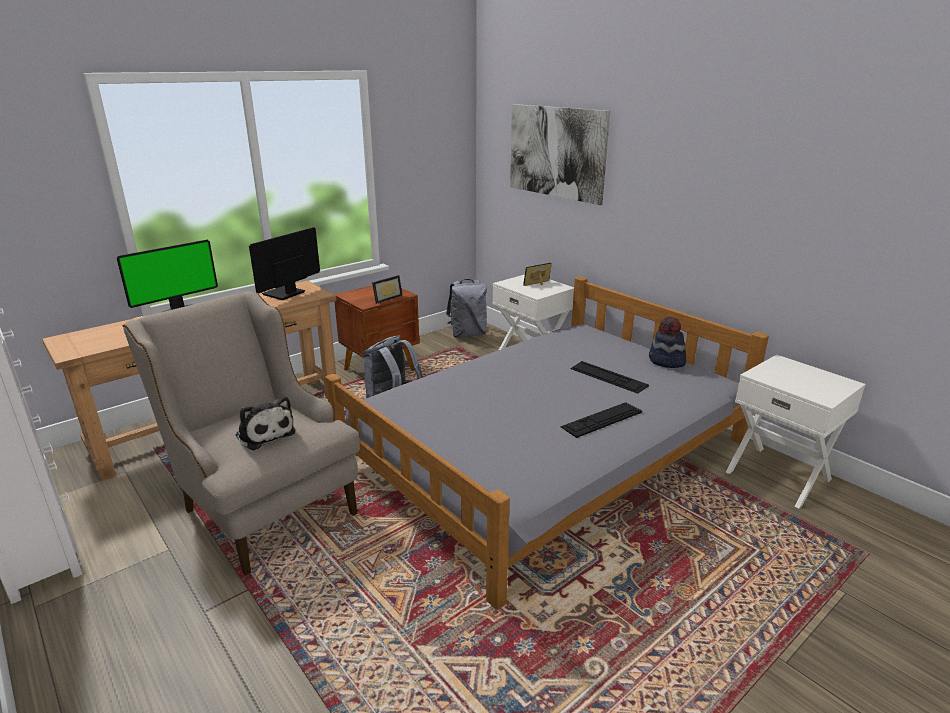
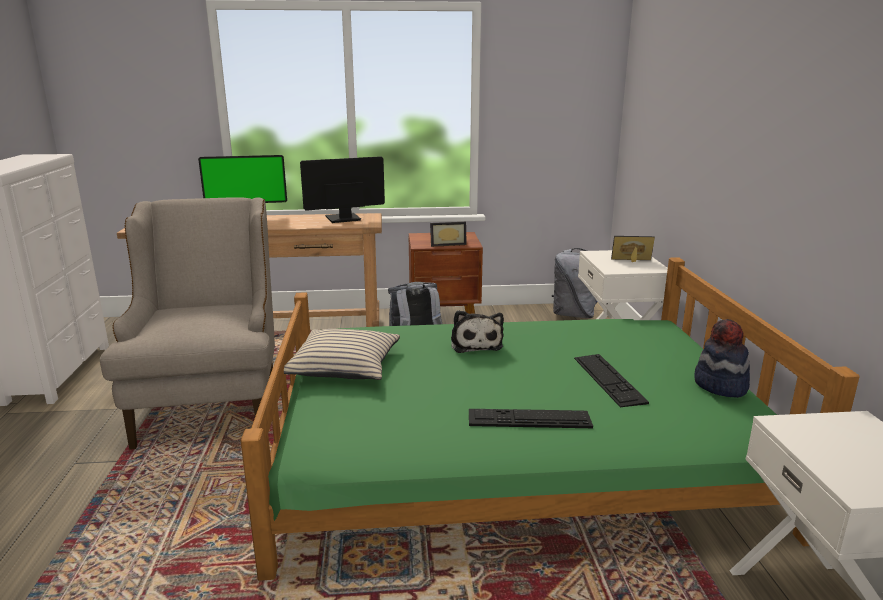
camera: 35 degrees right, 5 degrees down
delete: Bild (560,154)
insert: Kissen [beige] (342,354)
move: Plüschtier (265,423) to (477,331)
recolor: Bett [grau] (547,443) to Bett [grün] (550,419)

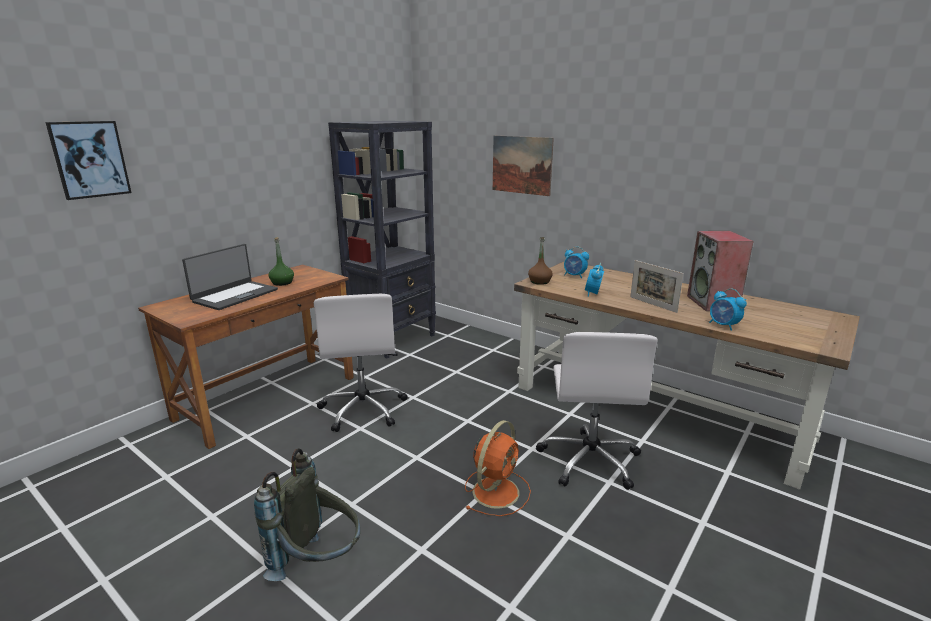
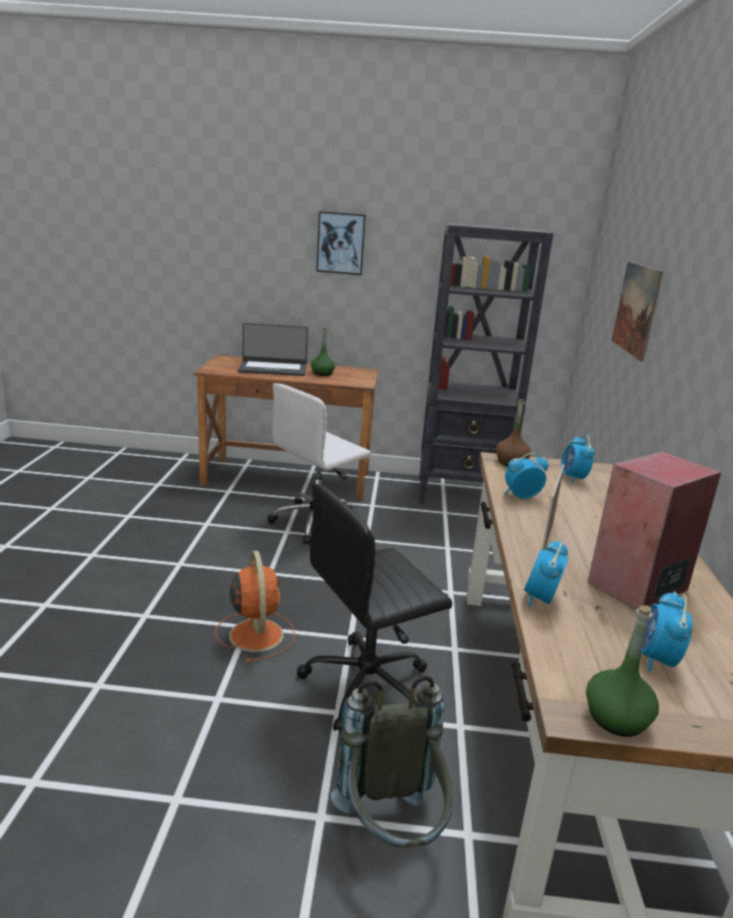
camera: 55 degrees right, 0 degrees up
insert: Wecker (666,631); Flasche [grün] (622,671)
move: Bild (88,160) to (341,243); Rucksack [grau] (307,514) to (392,761)
recolor: Bürostuhl [weiß] (597,411) to Bürostuhl [schwarz] (374,608)
rotate: Ventilator [orange] (498,468) = (255,607) 105 degrees counterclockwise

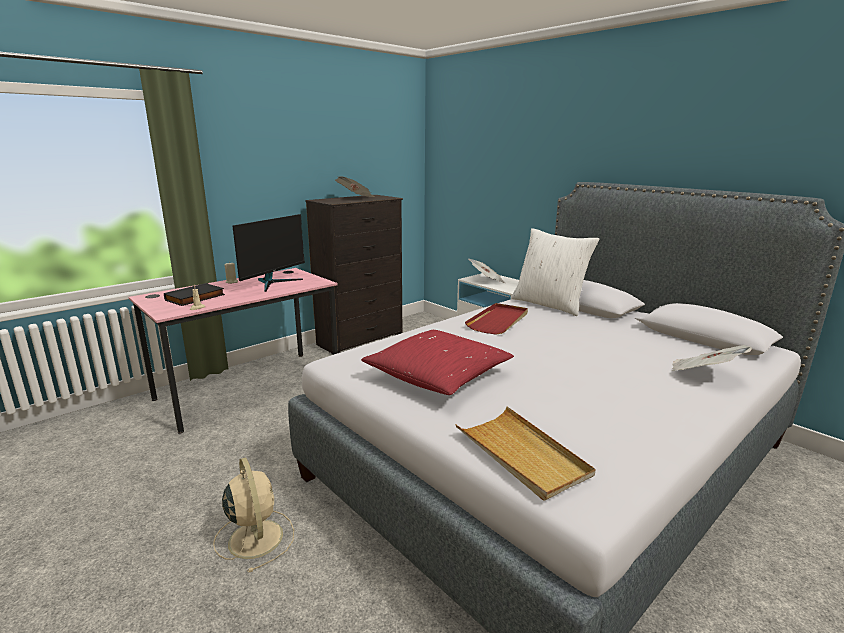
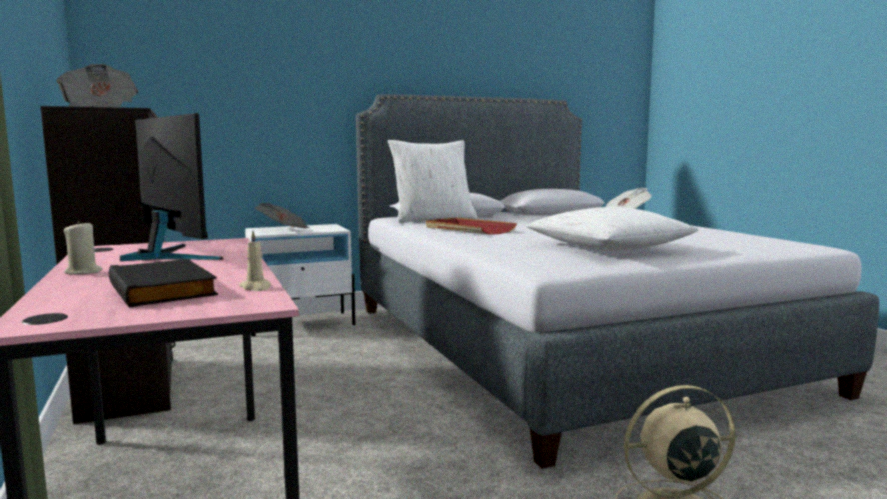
camera: 70 degrees left, 10 degrees down
delete: Tablett [beige] (525,454)
recolor: Kissen [rot] (437,362) to Kissen [weiß] (612,229)

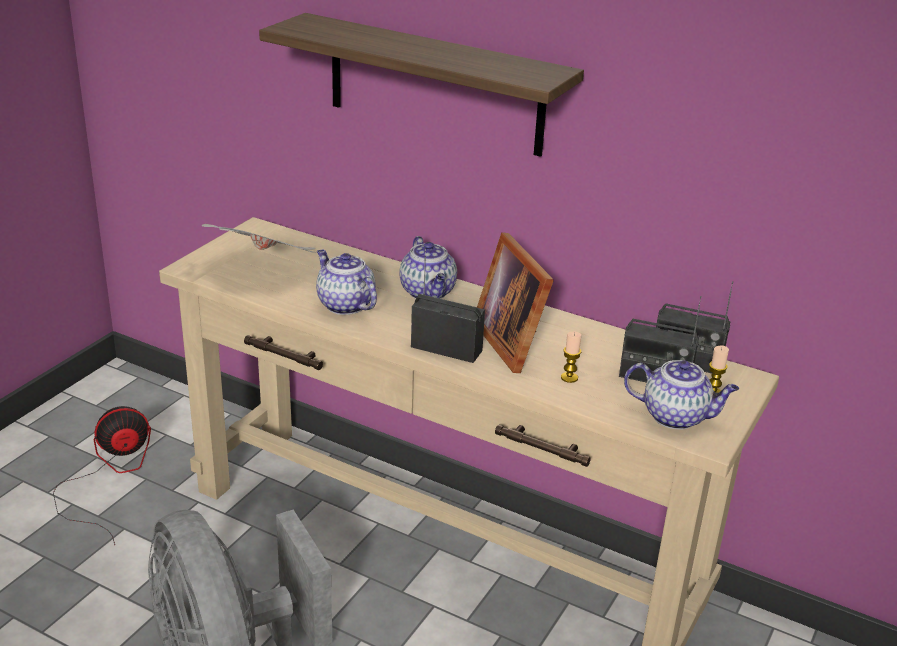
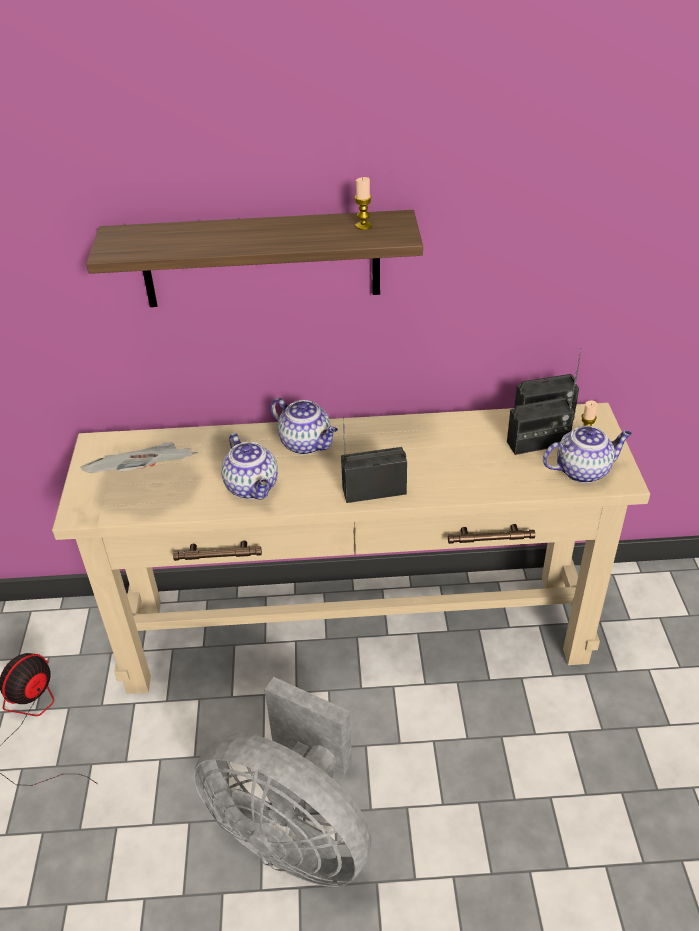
camera: 30 degrees left, 10 degrees up
delete: Bilderrahmen (515,302)
move: Kerze (571,357) to (363,203)
rotate: Teekanne (346,282) = (249,466) 135 degrees counterclockwise

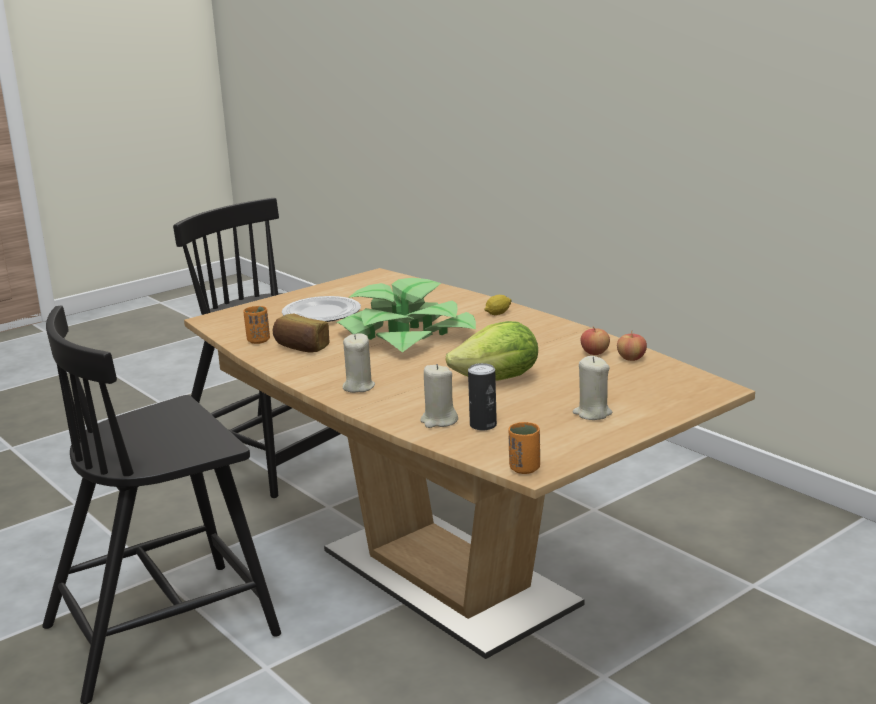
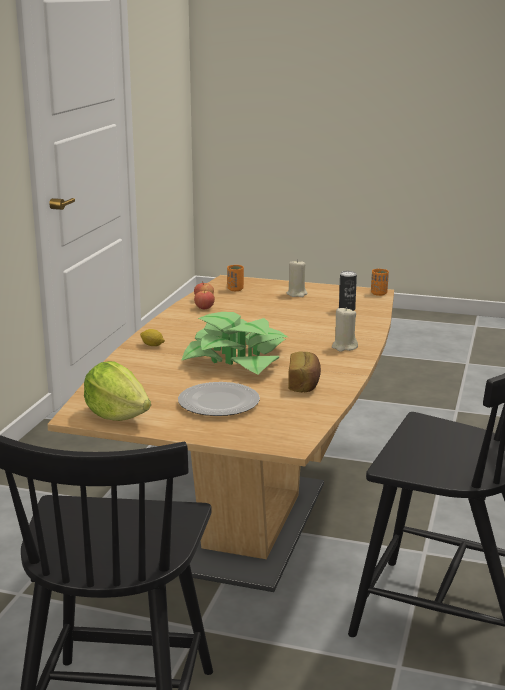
camera: 125 degrees left, 0 degrees up
delete: Kerze [beige] (439,396)
move: Tasse [orange] (256,325) to (235,278); Salatkopf (491,351) to (117,391)

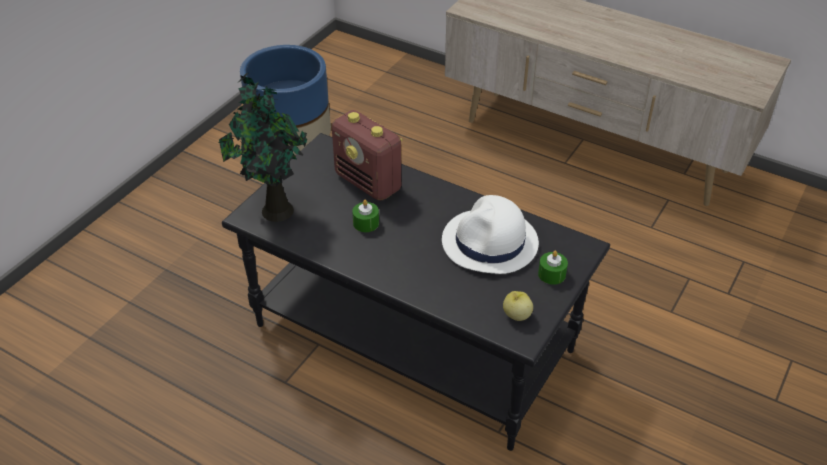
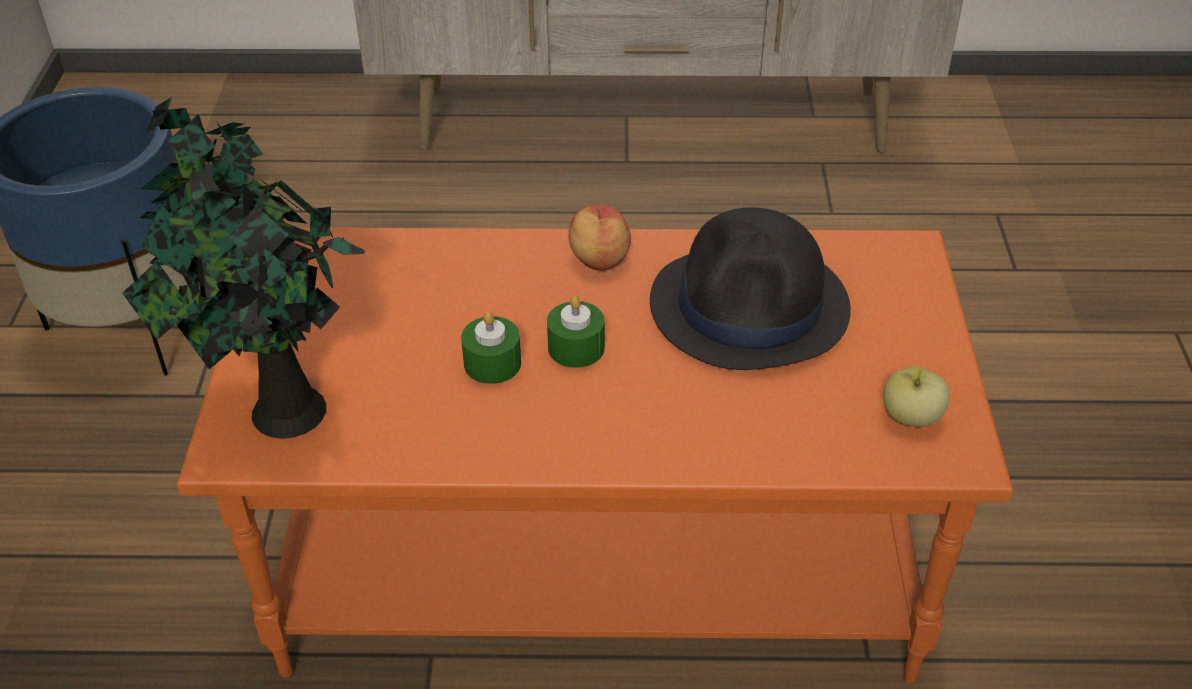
camera: 30 degrees left, 0 degrees up
delete: Radio (367,155)
insert: Apfel (599,237)
move: Kerze [grün] (553,268) to (576,332)
recolor: Couchtisch [schwarz] (416,292) to Couchtisch [orange] (595,455); Hut [weiß] (490,234) to Hut [schwarz] (750,288)

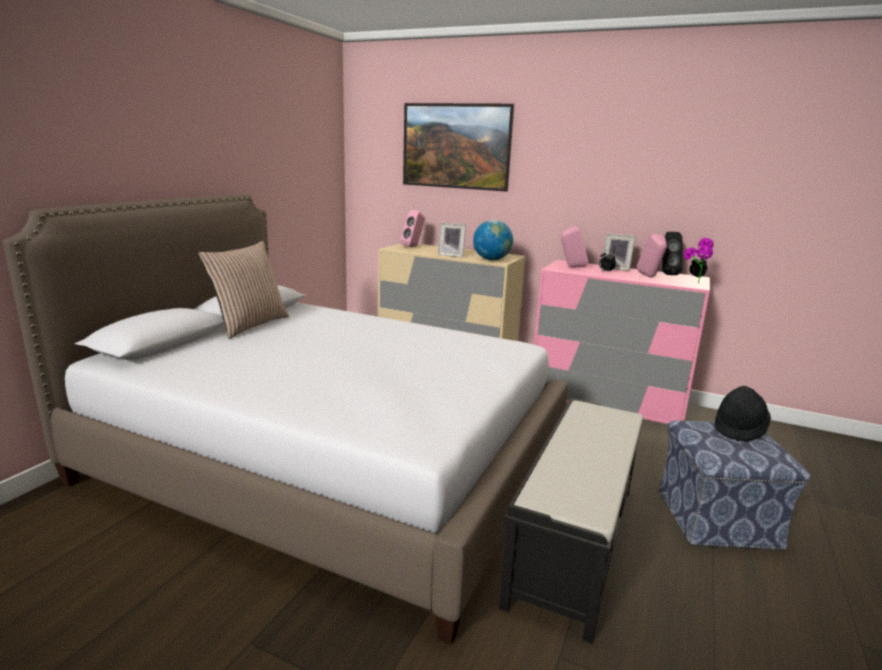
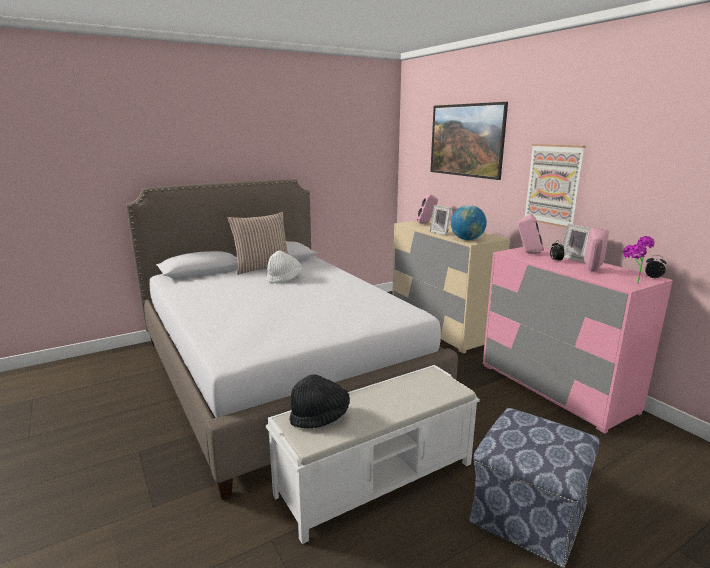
camera: 35 degrees right, 0 degrees up
delete: Lautsprecher [schwarz] (672,253)
insert: Bild (555,186); Hut [weiß] (284,267)
move: Hut [schwarz] (742,413) to (319,401)
recolor: Bank [schwarz] (571,520) to Bank [weiß] (373,454)

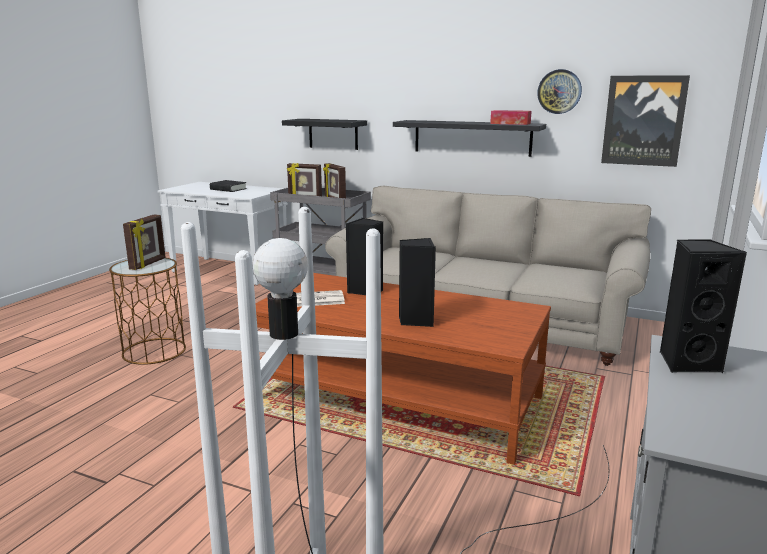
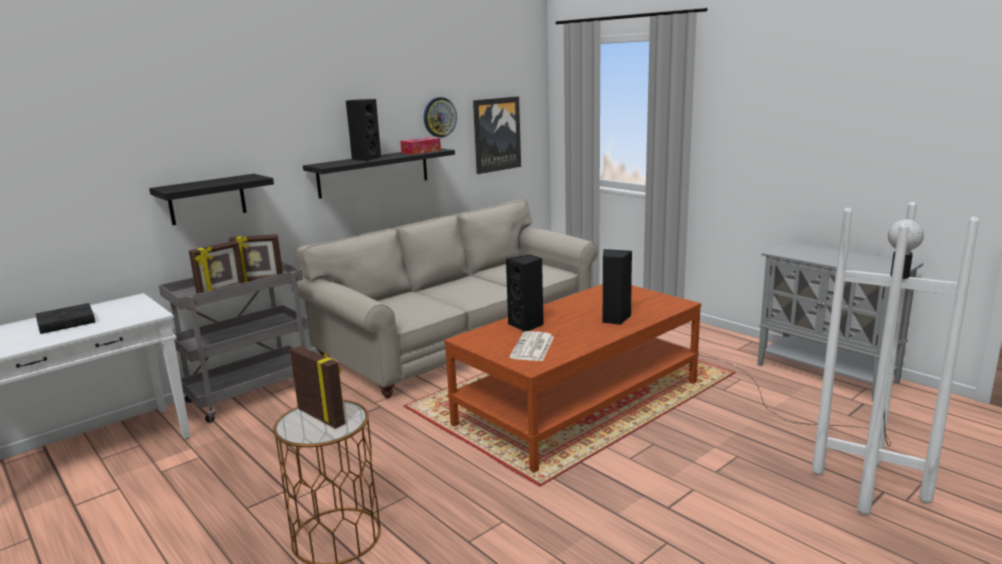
camera: 65 degrees left, 0 degrees up
move: Lautsprecher [schwarz] (703,306) to (363,130)

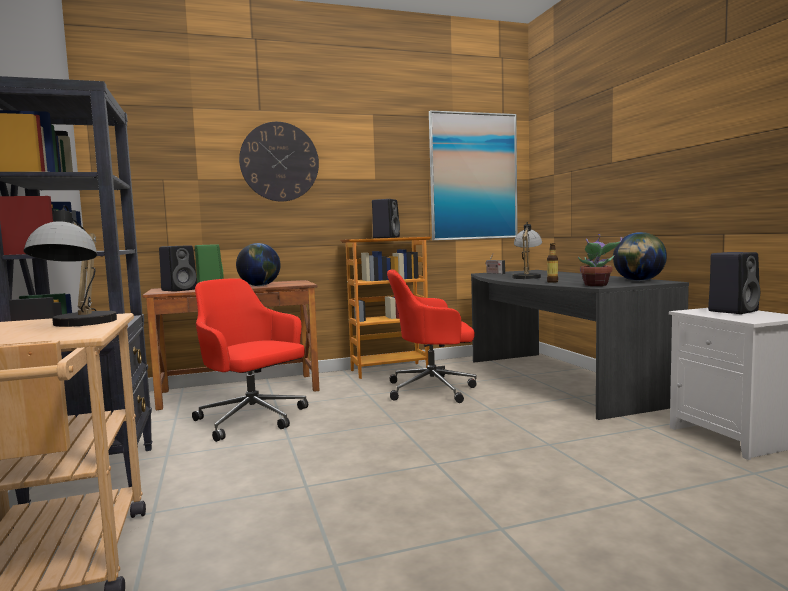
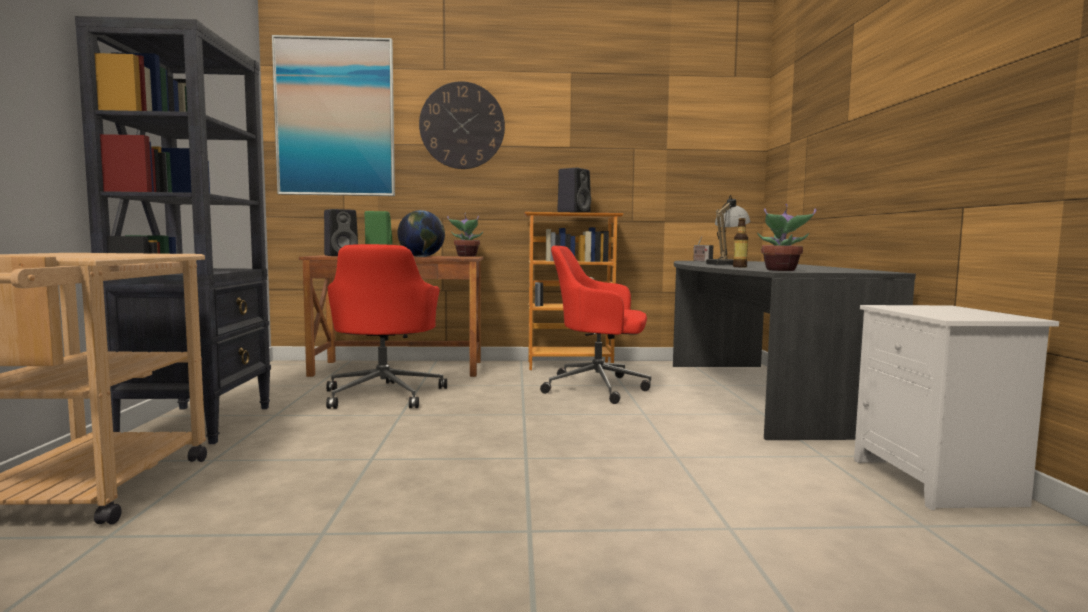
camera: 15 degrees right, 0 degrees up
delete: Tischlampe (70,266); Globus (640,256); Lautsprecher [schwarz] (734,283)
insert: Topfpflanze (465,235)
move: Bild (473,175) to (333,115)
rotate: Bürostuhl [rot] (250,360) = (386,326) 150 degrees counterclockwise

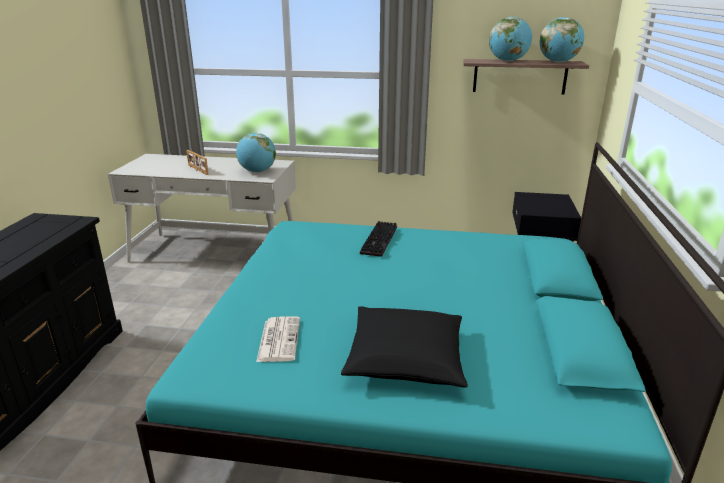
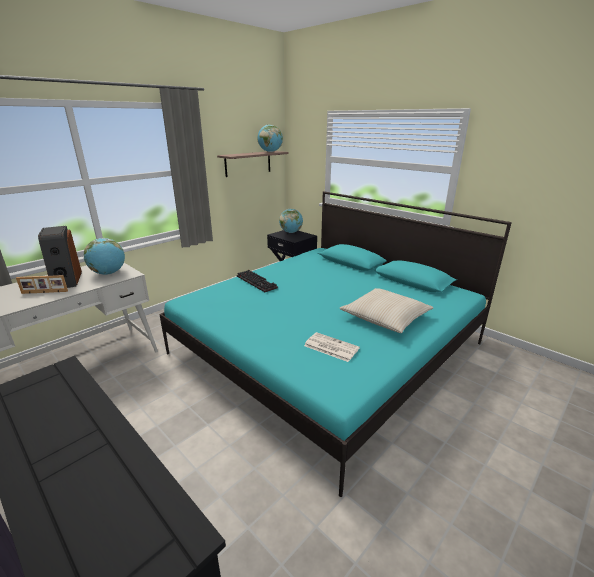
camera: 55 degrees left, 0 degrees up
insert: Lautsprecher (60,257)
move: Globus (510,39) to (291,221)
recolor: Kissen [schwarz] (404,347) to Kissen [beige] (386,310)

